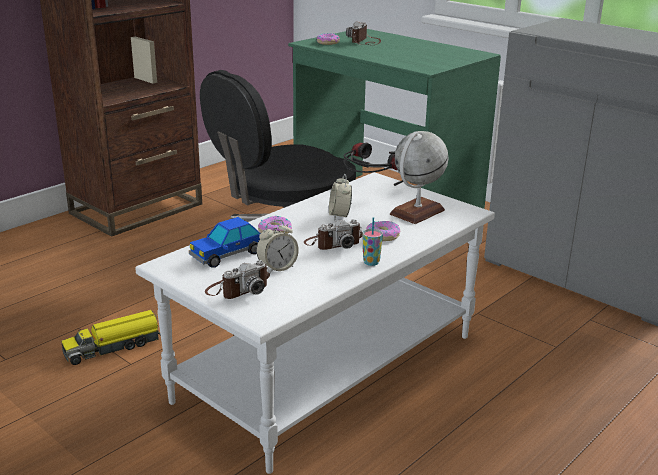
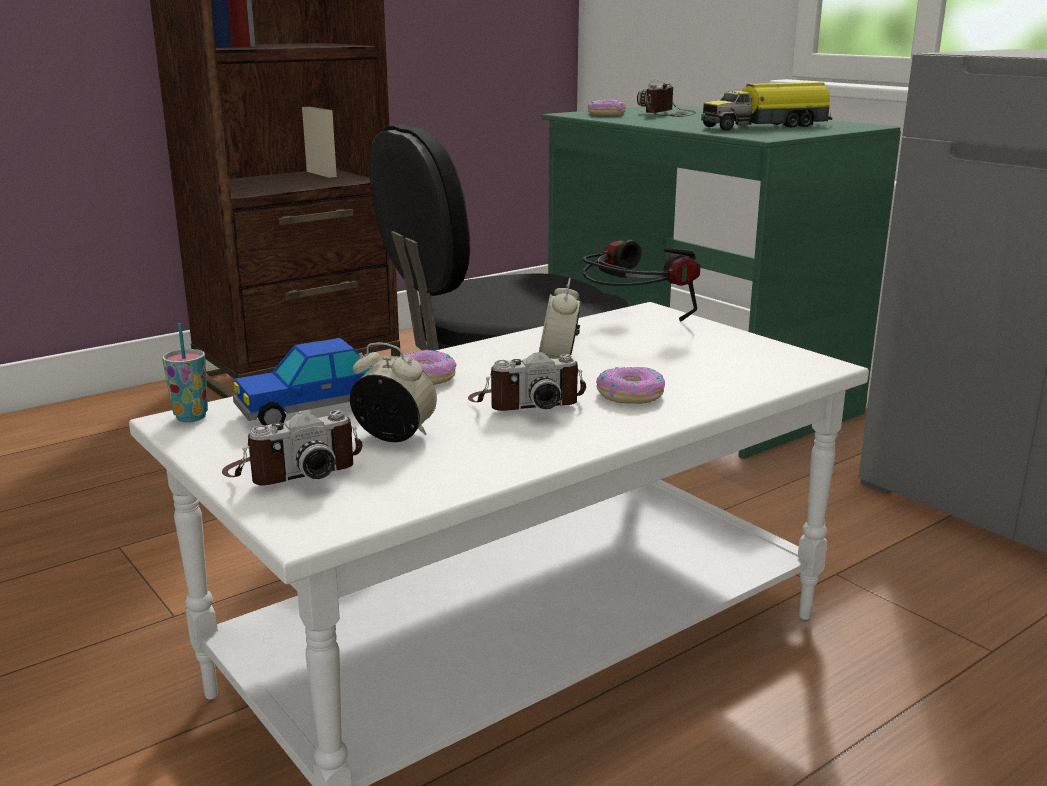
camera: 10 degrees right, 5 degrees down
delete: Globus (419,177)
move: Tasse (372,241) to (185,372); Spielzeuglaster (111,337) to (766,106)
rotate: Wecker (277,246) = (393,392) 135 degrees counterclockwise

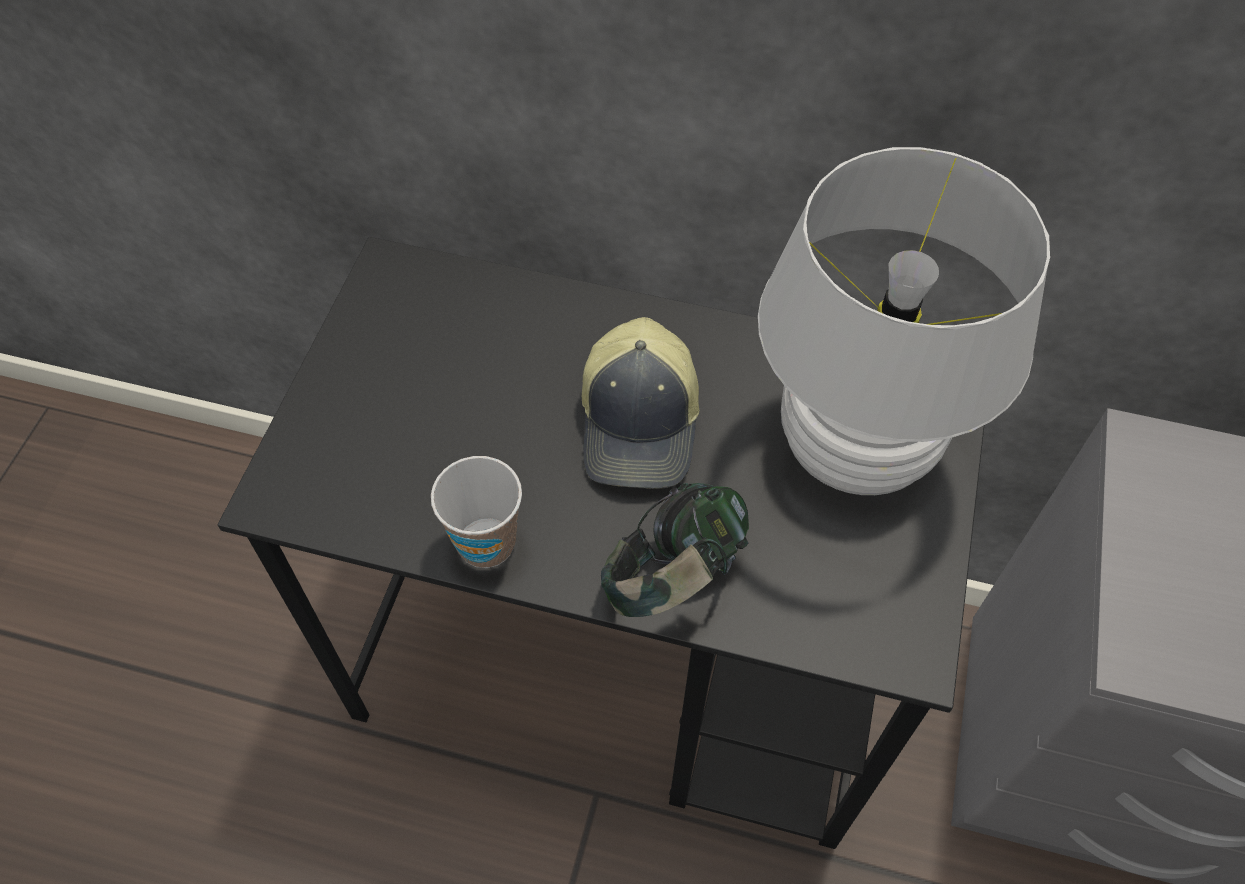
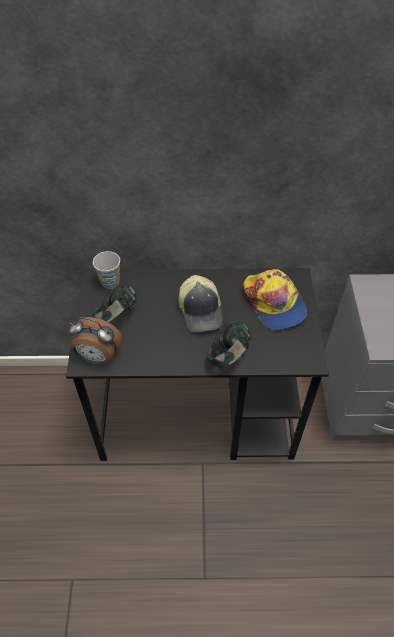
camera: 15 degrees left, 5 degrees down
insert: Kopfhörer (114,303); Wecker (95,341)
move: Tasse (476,512) to (106,270)
replace: Tischlampe [weiß] (904,321) to Kappe (275,299)

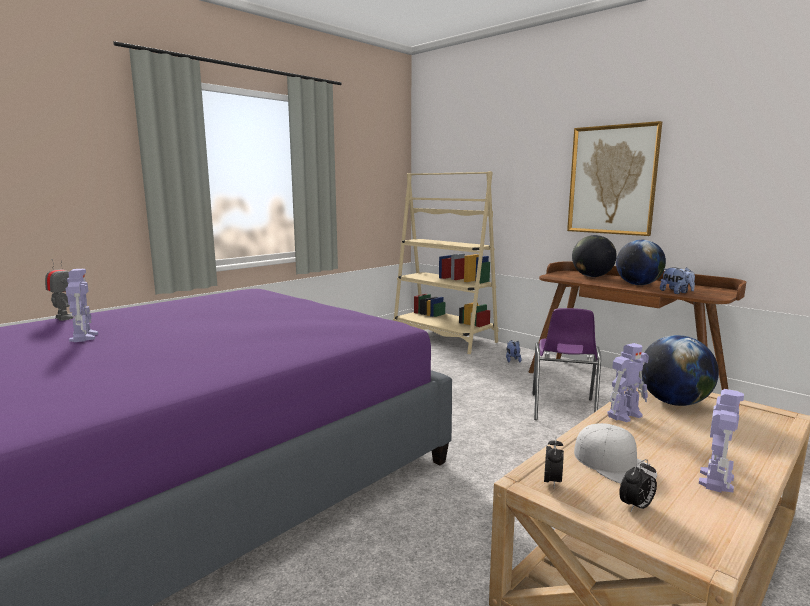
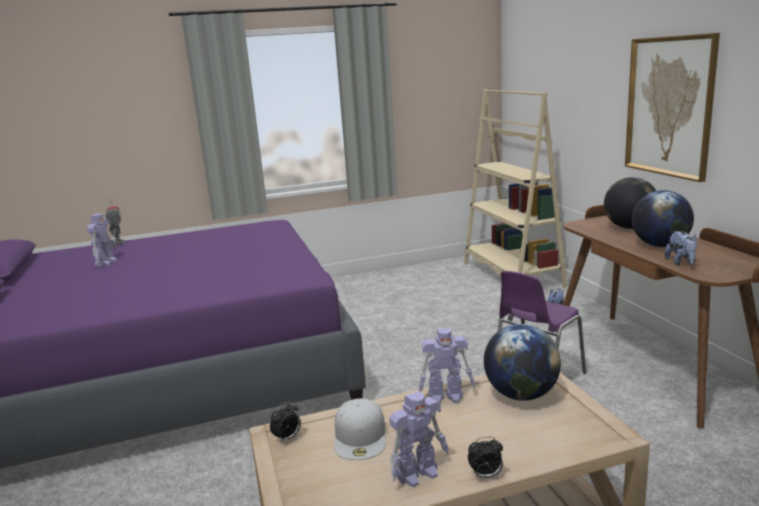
camera: 30 degrees right, 5 degrees up
move: Wecker (638,485) to (485,457)

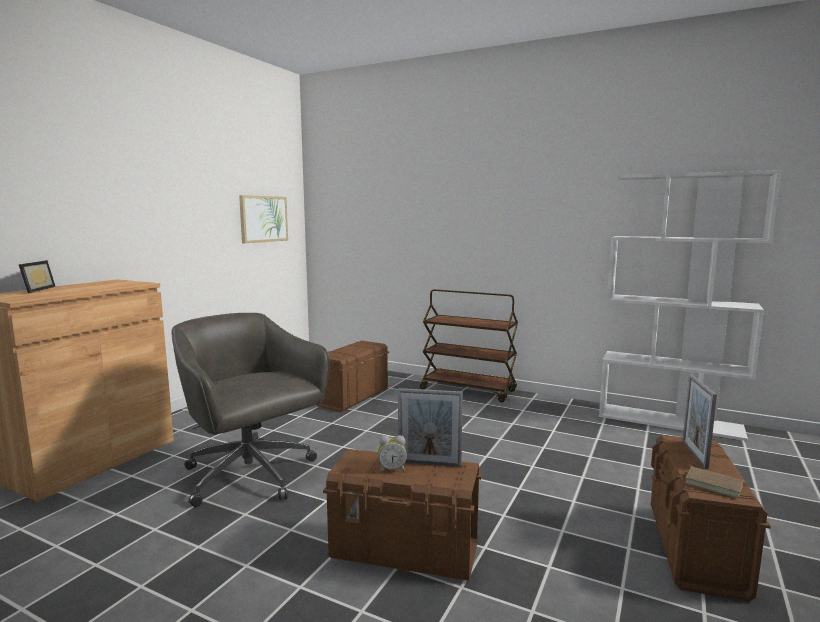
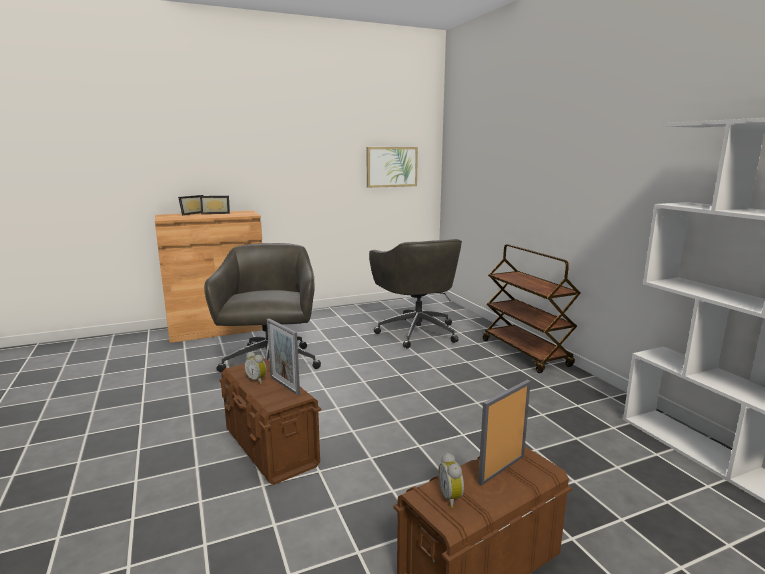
camera: 40 degrees right, 5 degrees up
insert: Bilderrahmen (215,205)
replace: Aufbewahrungsbox [braun] (352,376) to Bürostuhl [grau] (415,294); Buch [braun] (714,480) to Wecker (451,480)

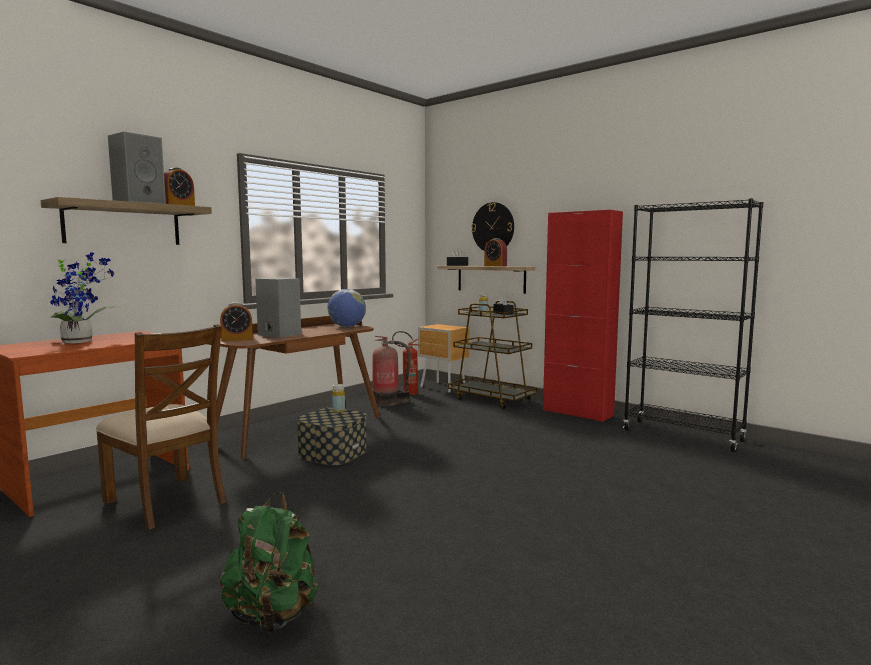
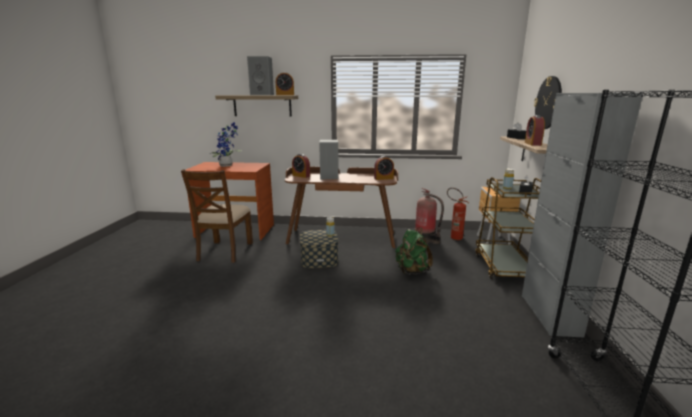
camera: 55 degrees right, 10 degrees up
move: Rucksack [grün] (269,562) to (414,251)
replace: Globus (346,308) to Wecker (384,168)
recolor: Schrank [rot] (583,316) to Schrank [grau] (582,215)

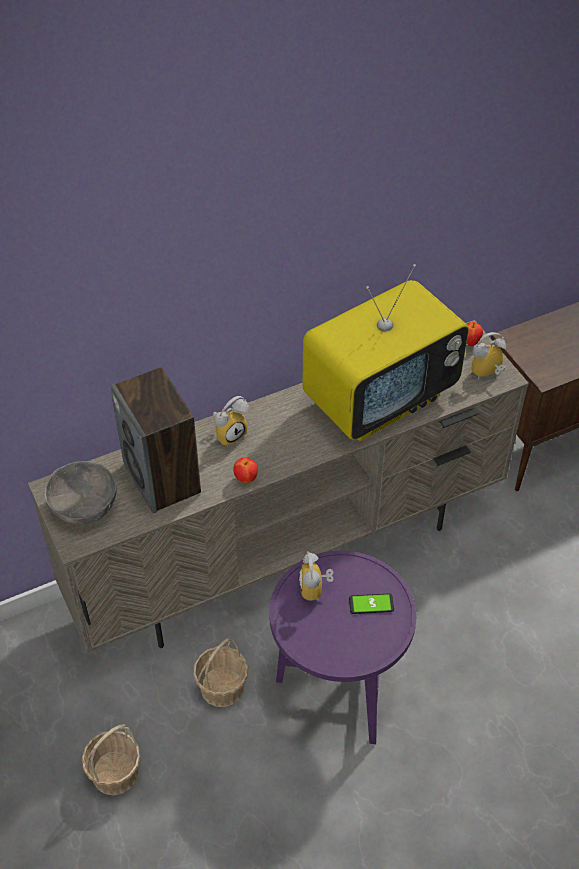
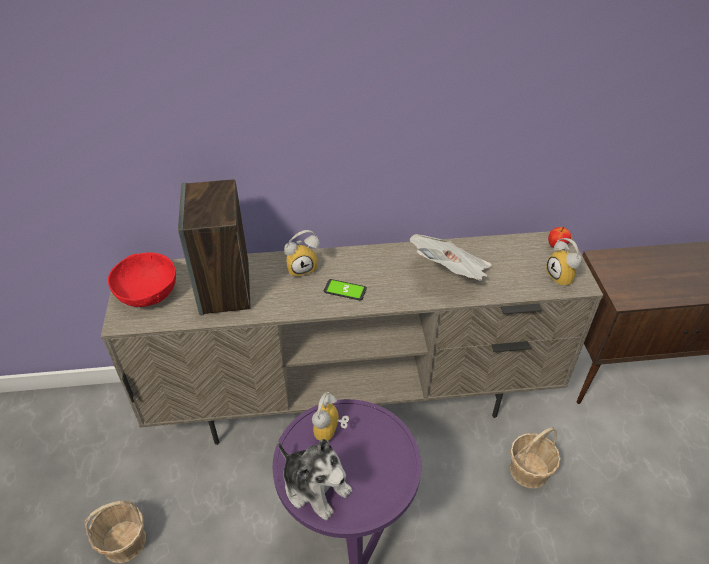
camera: 20 degrees right, 5 degrees down
delete: Apfel (245,470)
insert: Plüschtier (315,479)
move: Handy (371,604) to (345,290); Korb (220,672) to (535,457)
replace: Fernseher (385,352) to Zeitung (451,257)
recolor: Schüssel [grau] (80,492) to Schüssel [rot] (142,279)
rotate: Wecker (488,356) = (564,262) 105 degrees counterclockwise

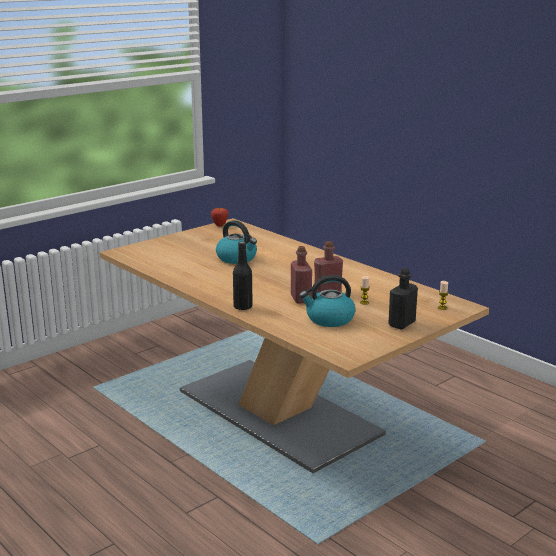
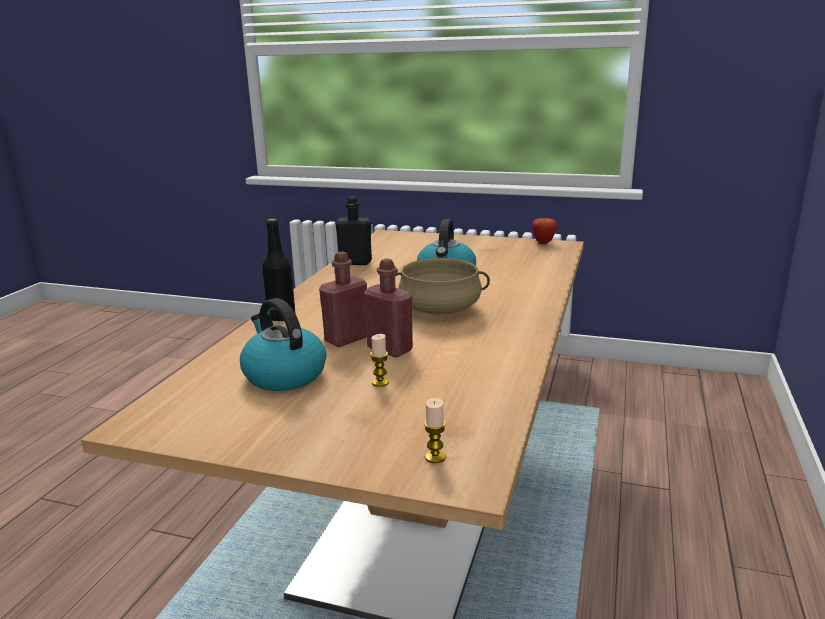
camera: 60 degrees right, 0 degrees up
insert: Kochtopf [beige] (442,286)
move: Flasche [schwarz] (403,299) to (353,231)

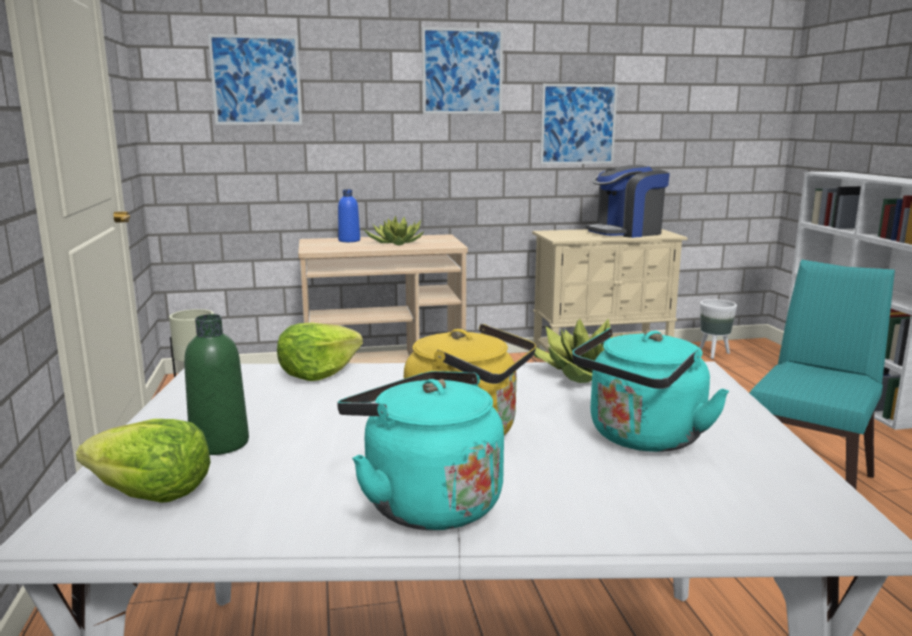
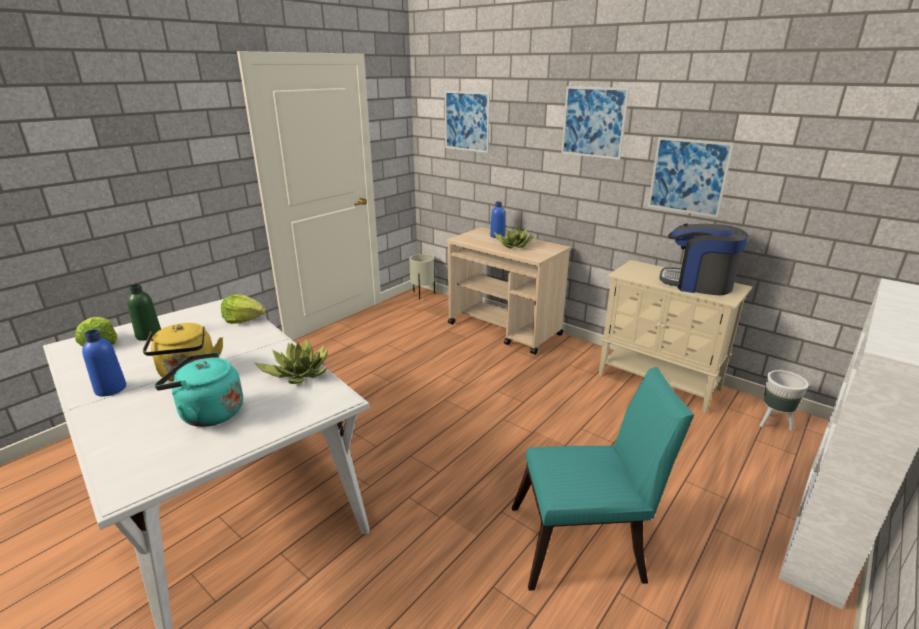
camera: 50 degrees right, 10 degrees up
replace: Wasserkessel [türkis] (420,450) to Flasche [blau] (104,362)

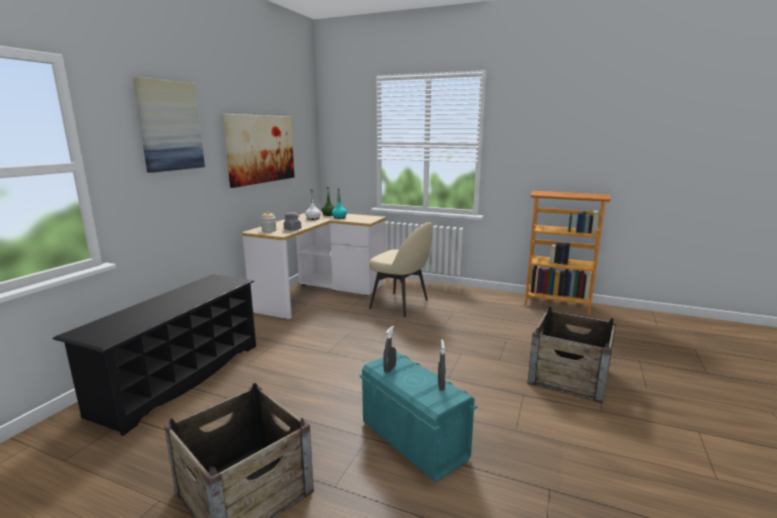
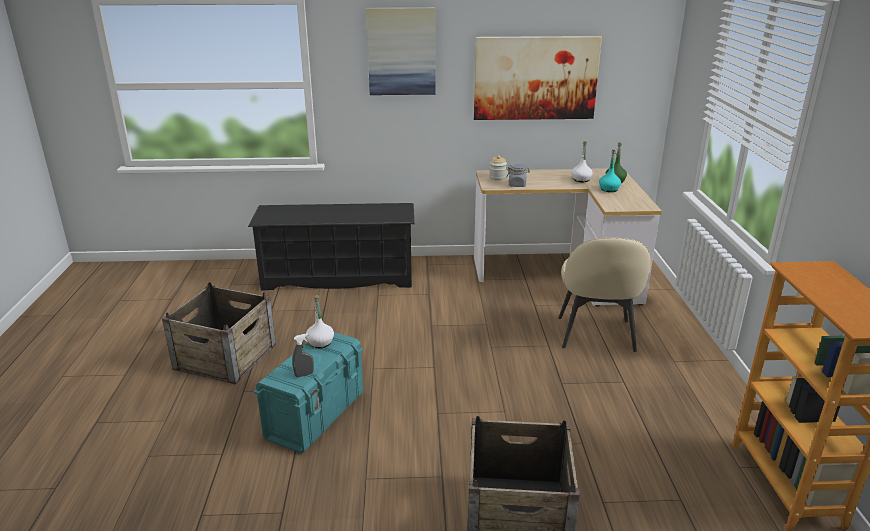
camera: 65 degrees right, 10 degrees up
replace: Sprühflasche [grau] (389,349) to Flasche [weiß] (320,321)

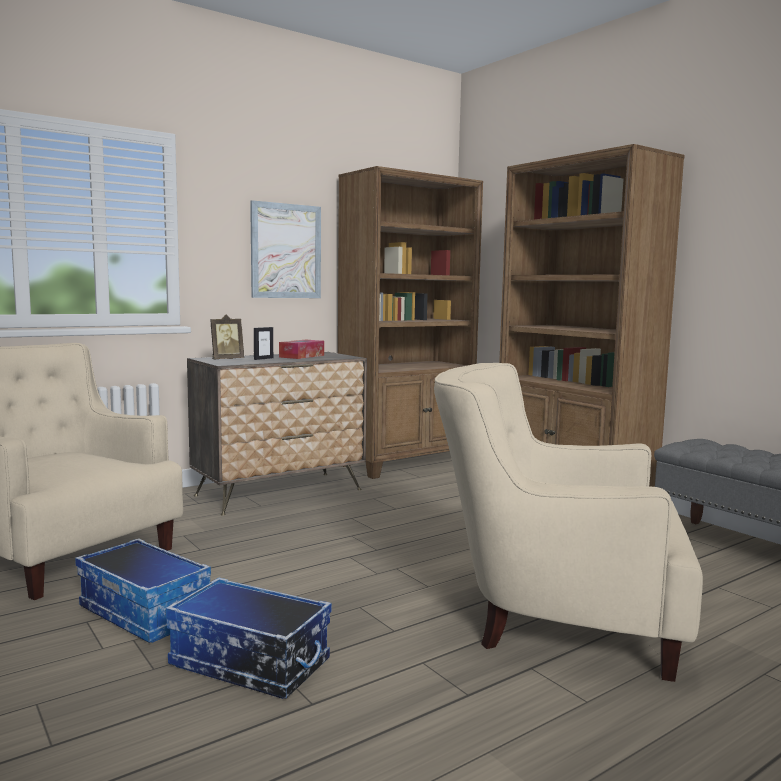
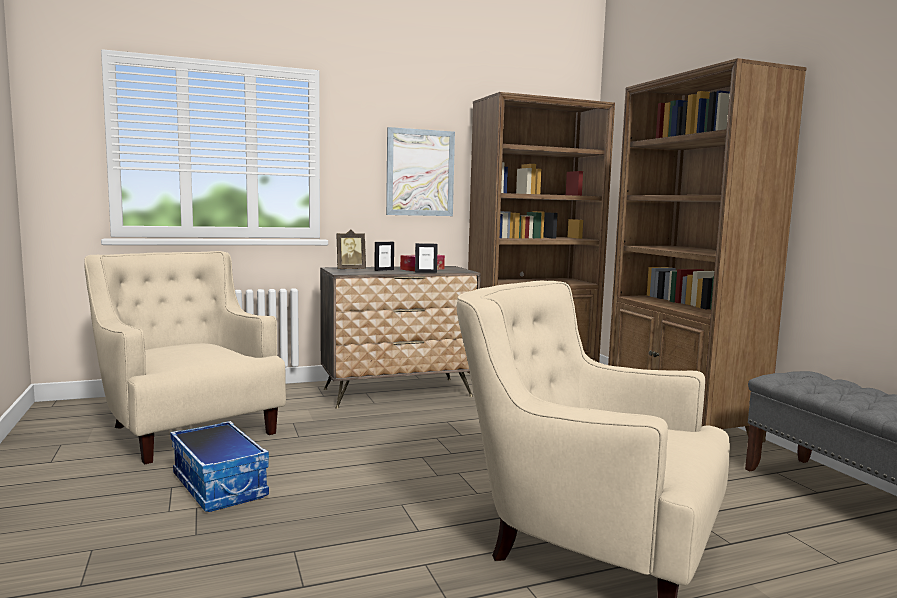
camera: 15 degrees right, 0 degrees up
delete: Aufbewahrungsbox (248,638)
insert: Bilderrahmen (426,258)

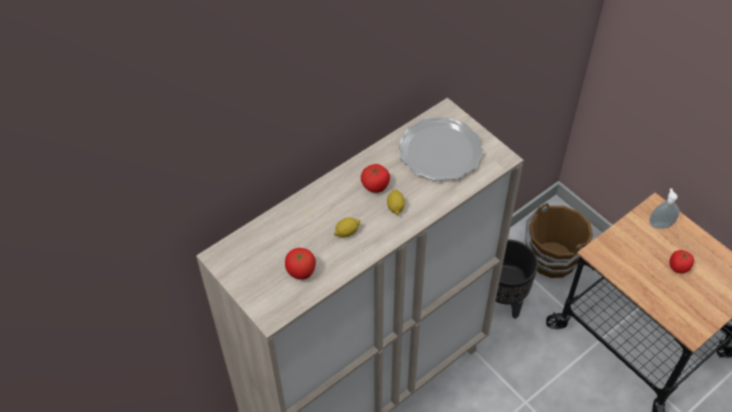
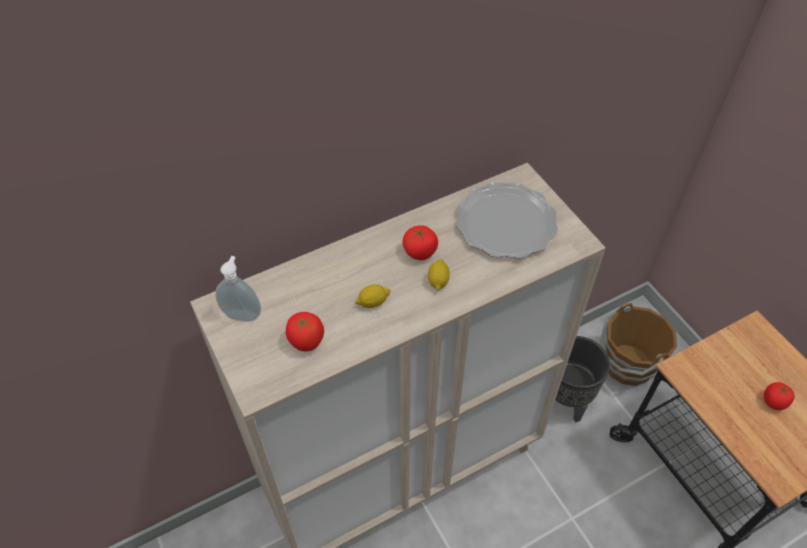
camera: 10 degrees right, 0 degrees up
move: Seifenspender (664,208) to (238,289)

